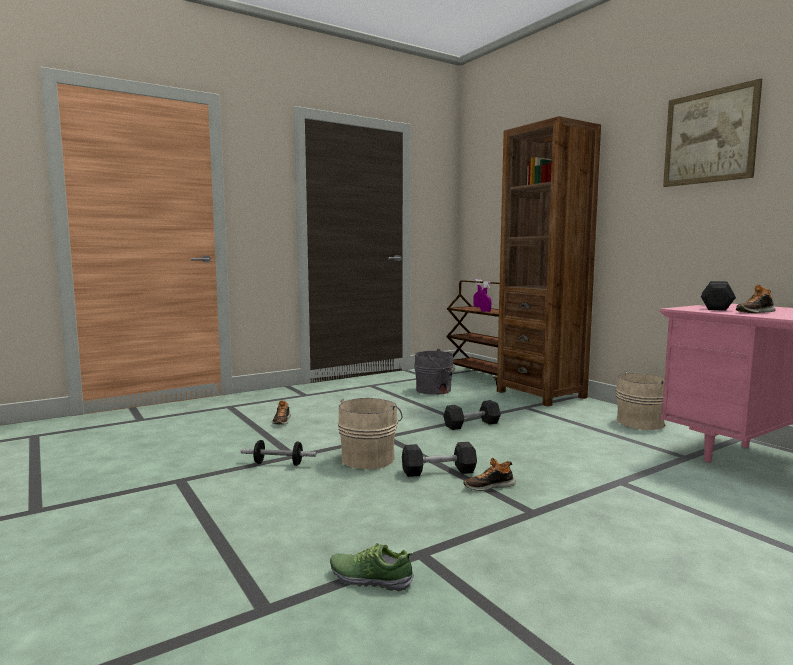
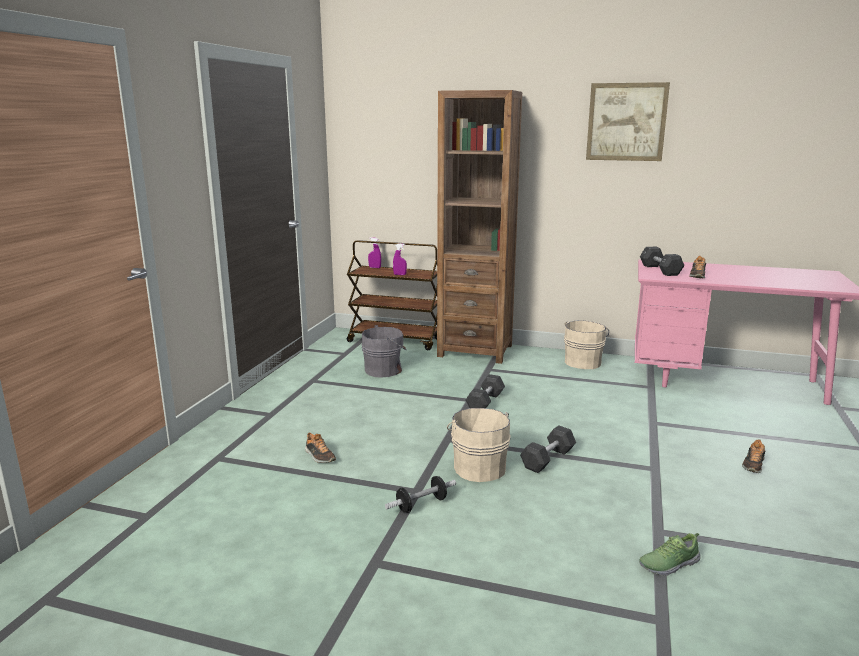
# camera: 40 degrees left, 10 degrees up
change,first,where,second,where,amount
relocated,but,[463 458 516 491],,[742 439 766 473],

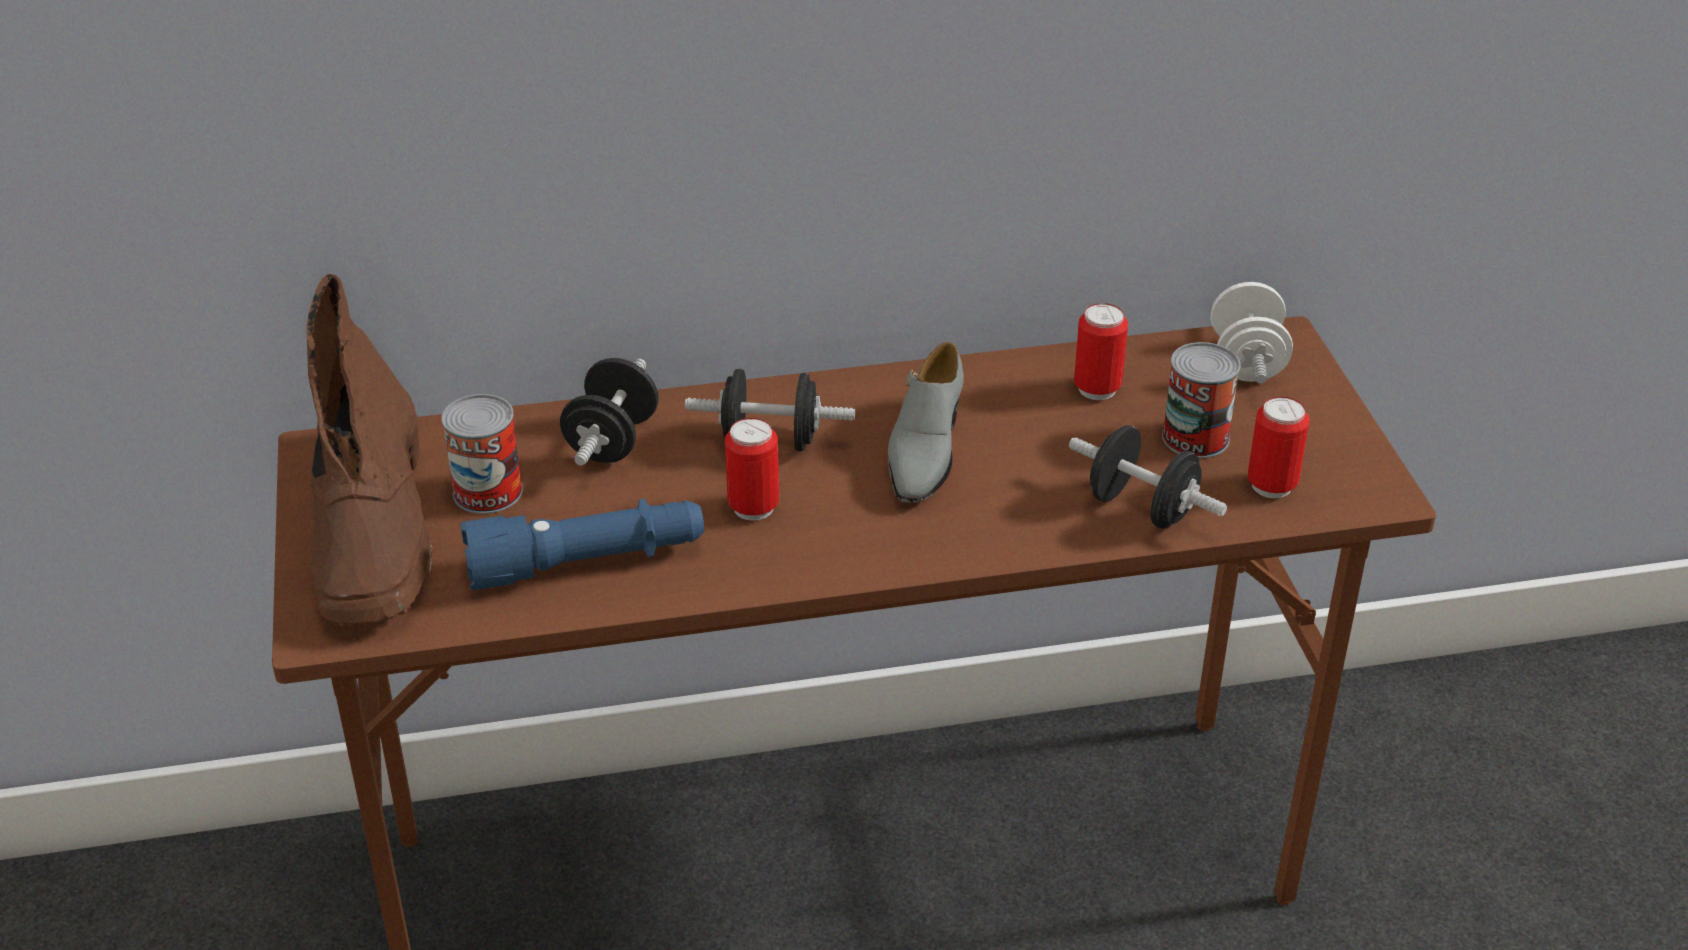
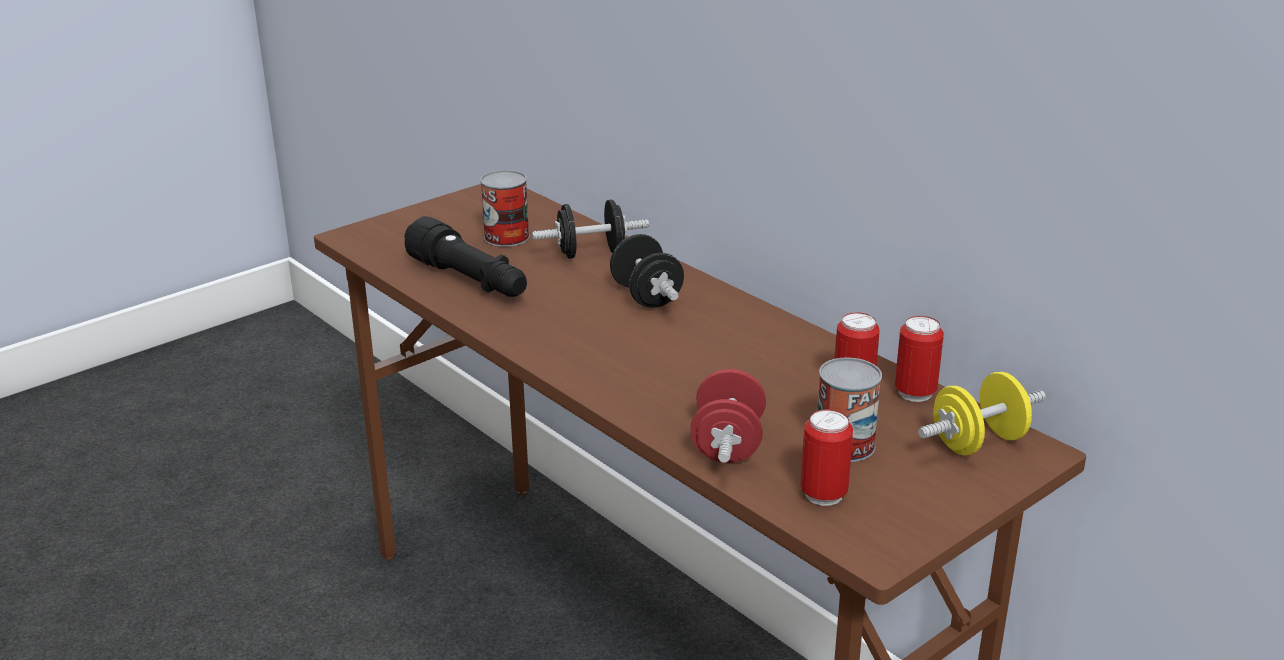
# camera: 60 degrees right, 10 degrees down
change,first,where,second,where,amount
colour,latarka [niebieski],[461 499 704 590],latarka [czarny],[404 216 527 297],
colour,hantel [czarny],[1069 425 1227 529],hantel [czerwony],[690 369 766 463],
relocated,puszka,[725 418 779 521],,[895 316 944 402],
colour,hantel [biały],[1211 282 1293 383],hantel [żółty],[918 372 1045 455],
missing,but z cholewką [brązowy],[307 274 433 628],,,
missing,but [szary],[888 342 964 503],,,

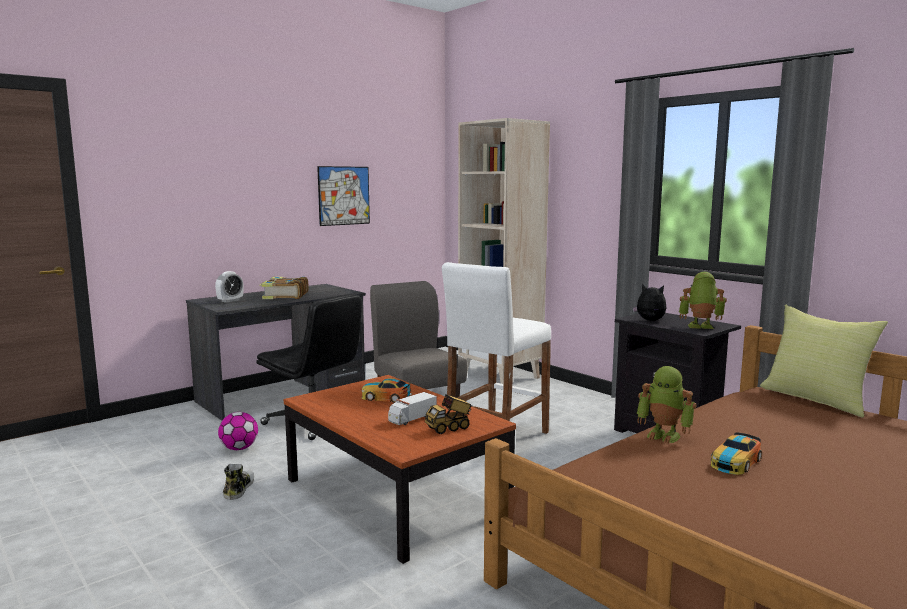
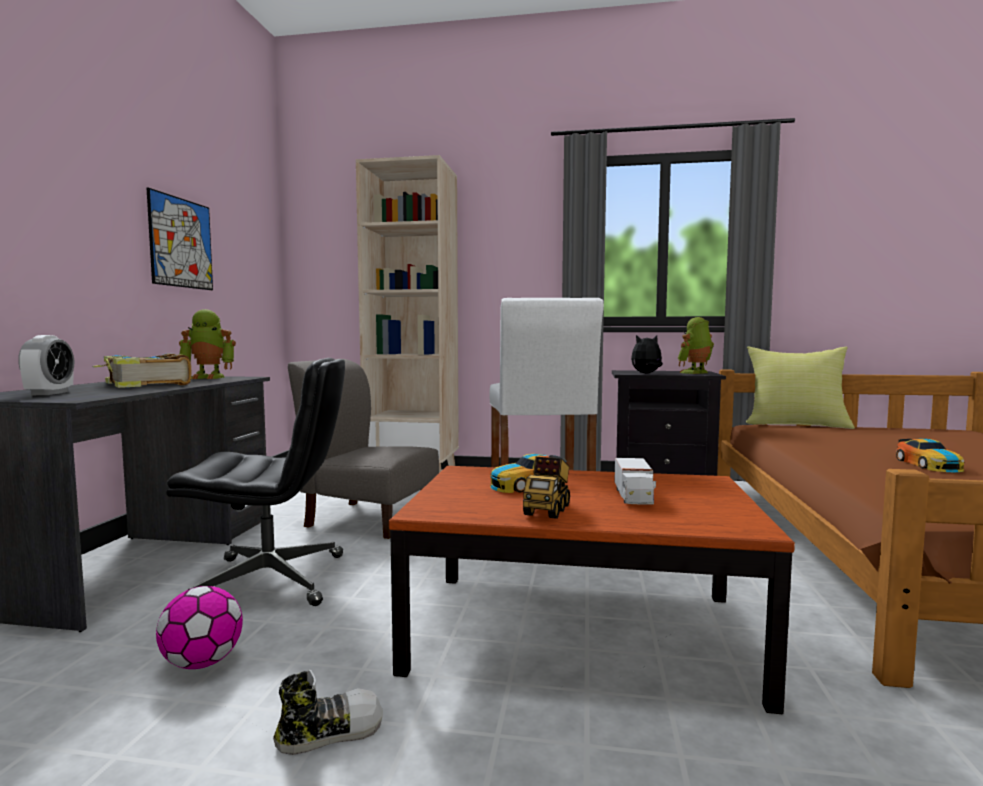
# camera: 40 degrees left, 5 degrees down
change,first,where,second,where,amount
relocated,robot zabawkowy,[637 366 696 444],,[179 309 236 379],
spun,but,[223 464 254 500],,[273 670 383 755],105 degrees clockwise
relocated,ciężarówka zabawkowa,[425 394 473 434],,[523 457 570 519],

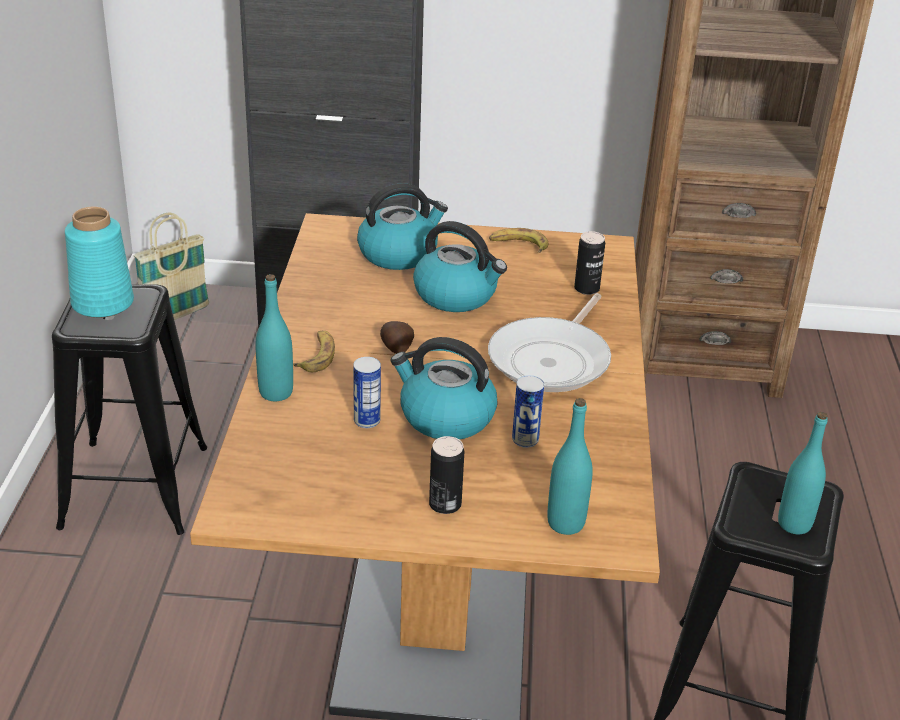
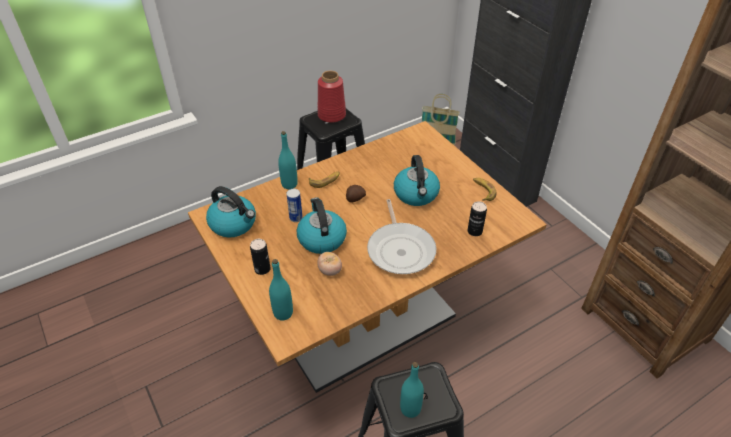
# camera: 55 degrees right, 10 degrees up
change,first,where,second,where,amount
relocated,czajnik,[357 183 448 270],,[206 186 256 237],
exchanged,puszka,[512 375 544 448],pomidor,[317 252 342 276],
colour,wazon [turkusowy],[65 207 134 318],wazon [czerwony],[318 71 346 123],
spun,patelnia,[488 293 611 392],,[367 199 436 274],90 degrees counterclockwise

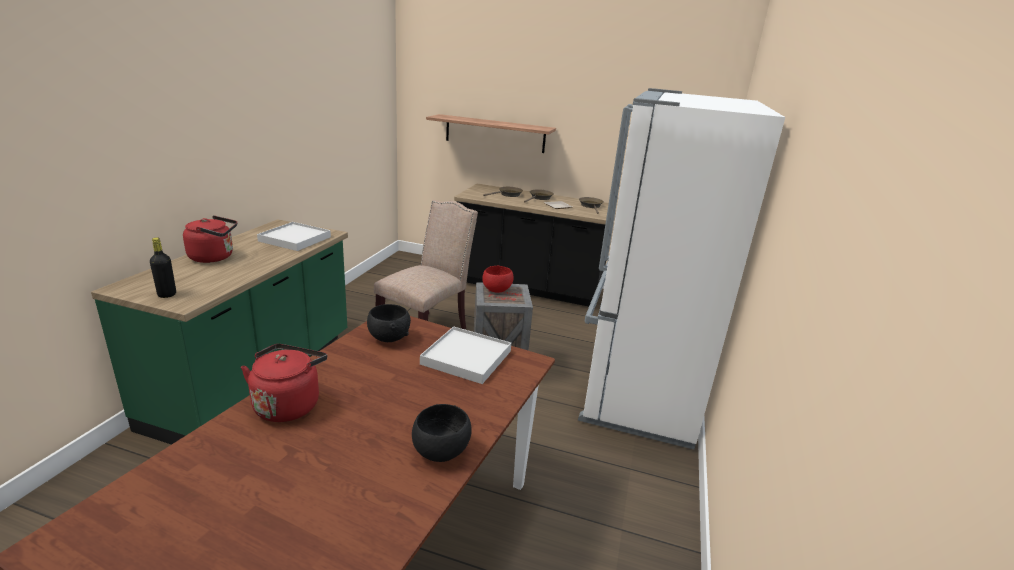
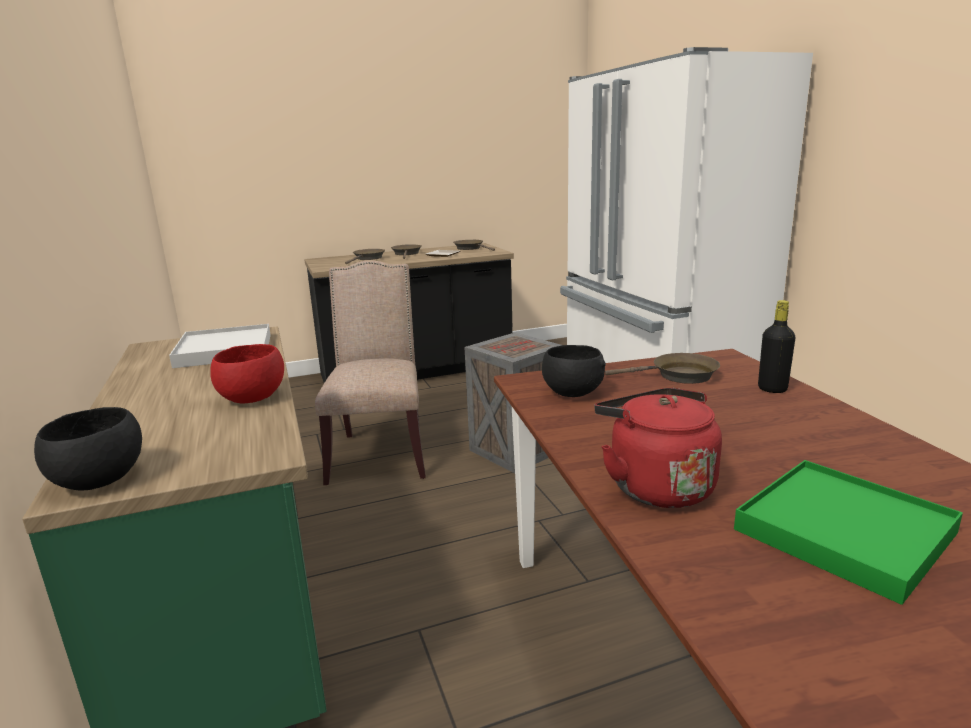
# camera: 35 degrees left, 5 degrees down
change,first,where,second,where,amount
relocated,miska [czarny],[412 404 472 462],,[34 407 142 490],
relocated,miska [czerwony],[482 266 514 293],,[210 344 284 403],
exchanged,taca [biały],[420 326 511 384],patelnia [brązowy],[605 353 720 384],
appeared,,,taca [zielony],[734 460 963 605],
relocated,butelka [czarny],[150 237 176 298],,[758 300 796 393],
missing,czajnik [czerwony],[183 216 237 263],,,
missing,półka,[426 114 556 153],,,

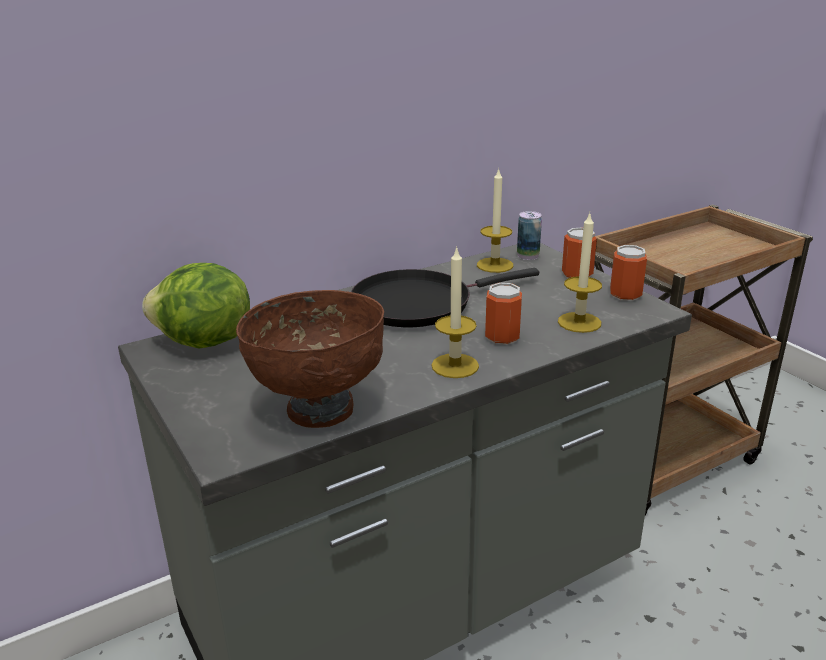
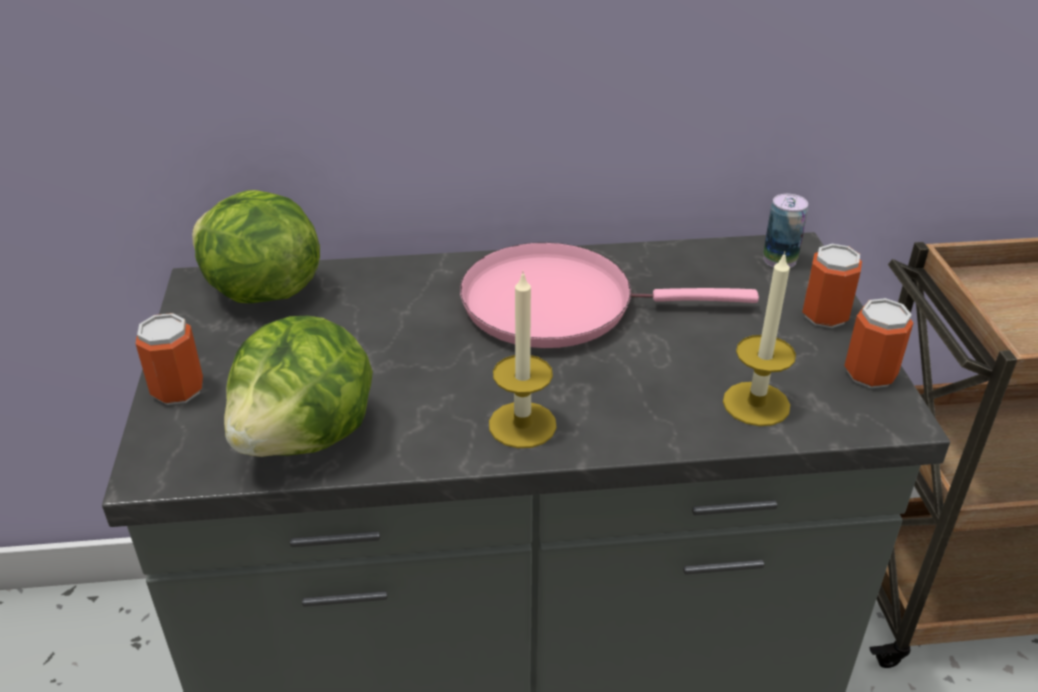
# camera: 25 degrees right, 10 degrees up
change,first,where,second,where,amount
relocated,puszka,[485 283 522 345],,[135 313 203 405],
exchanged,miska [brązowy],[236 290 384 428],sałata,[224 316 373 457],
colour,patelnia [czarny],[351 268 539 327],patelnia [różowy],[460 242 759 348],
missing,świeca,[477 168 513 273],,,

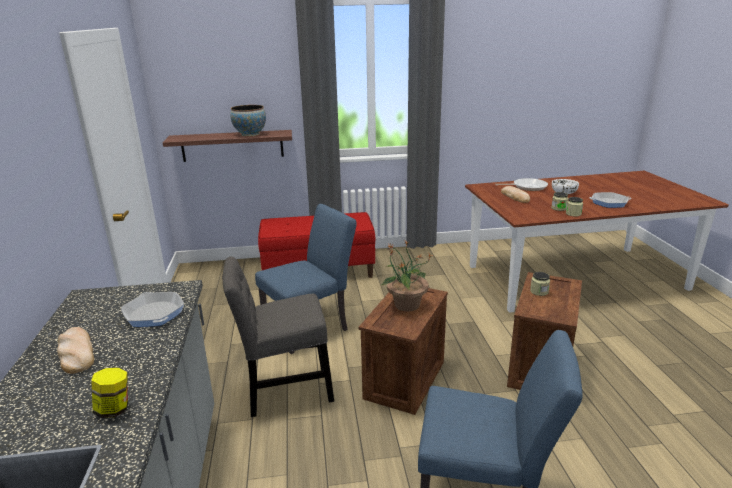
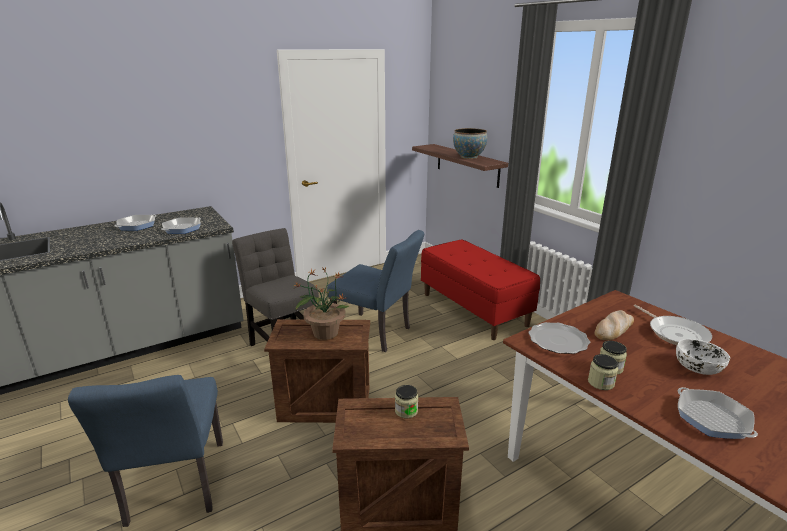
# camera: 65 degrees right, 0 degrees up
change,first,where,second,where,amount
exchanged,chleb,[57 327 94 374],patelnia,[115 215 156 231],
appeared,,,talerz,[528 322 590 354],
missing,słoik,[91 368 128 418],,,

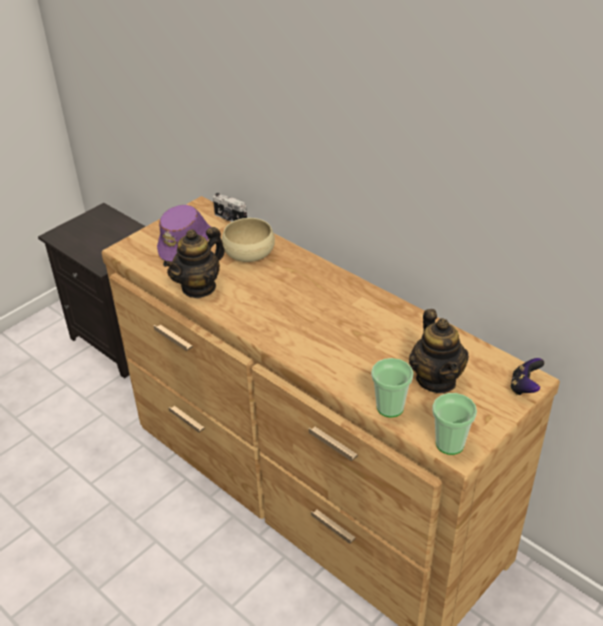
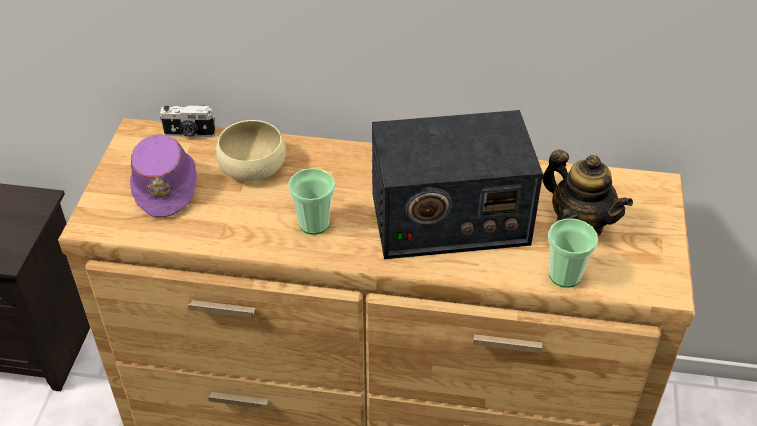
# camera: 35 degrees left, 5 degrees up
change,first,where,second,where,amount
relocated,filiżanka,[432 393 477 455],,[288 168 335 235],
appeared,,,radio,[372 110 543 259],
missing,imbryk,[163 227 225 299],,,
missing,pad do gier,[510 358 544 395],,,

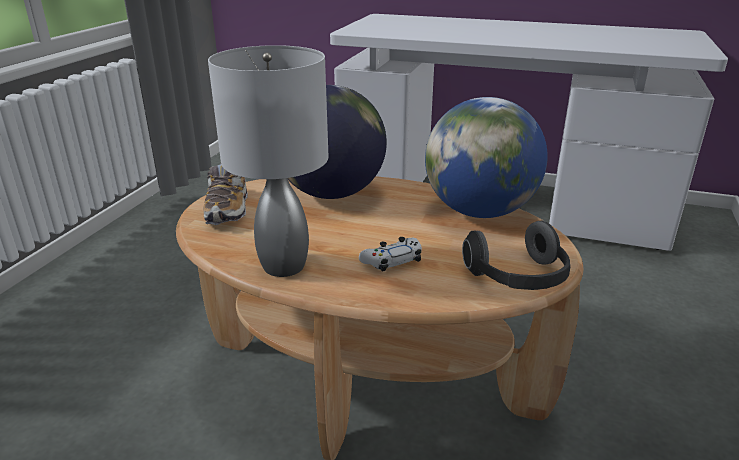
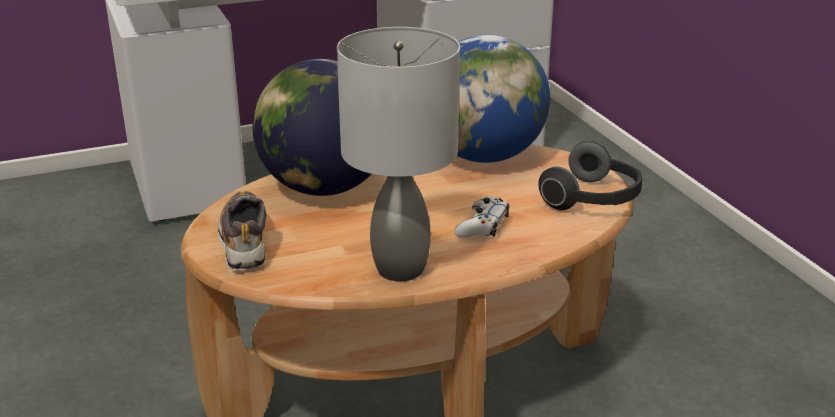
# camera: 40 degrees left, 0 degrees up
change,first,where,second,where,amount
spun,but,[204 164 248 225],,[218 191 266 270],150 degrees counterclockwise

